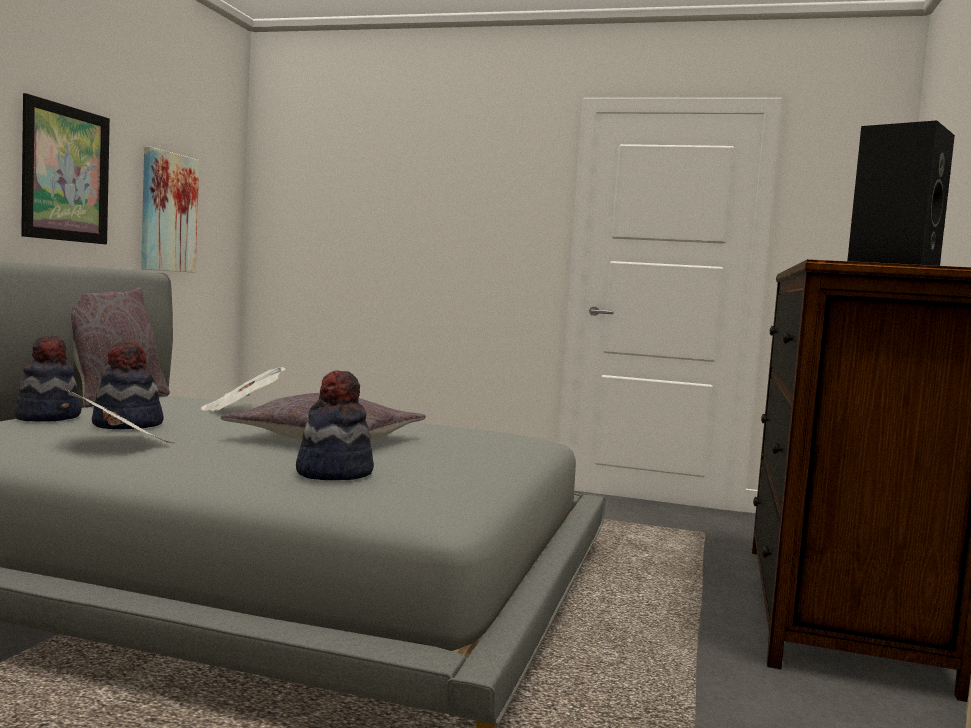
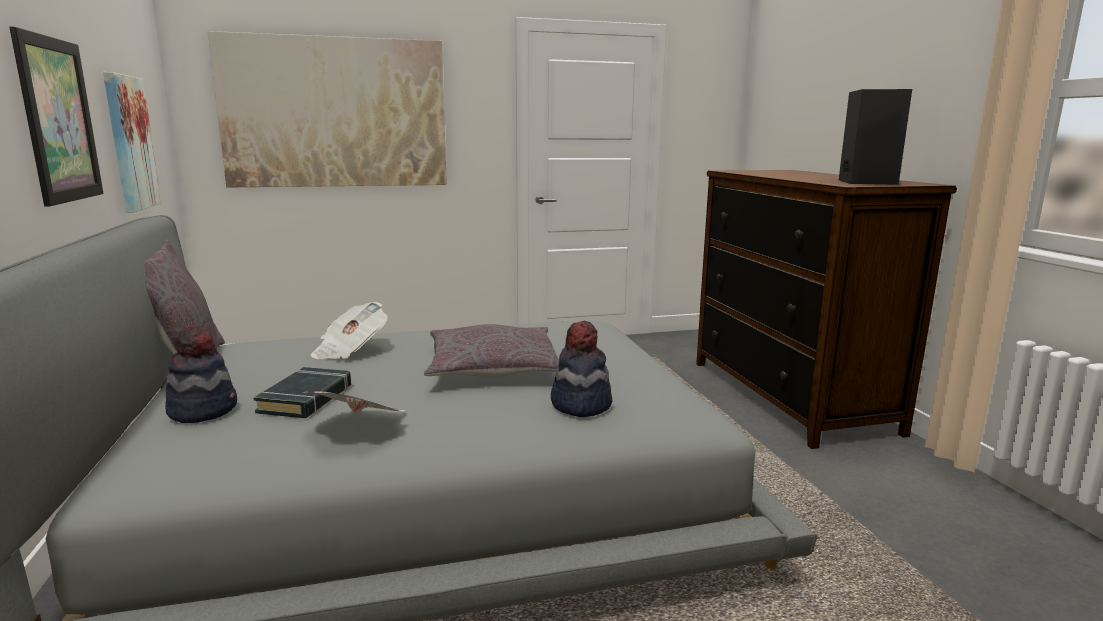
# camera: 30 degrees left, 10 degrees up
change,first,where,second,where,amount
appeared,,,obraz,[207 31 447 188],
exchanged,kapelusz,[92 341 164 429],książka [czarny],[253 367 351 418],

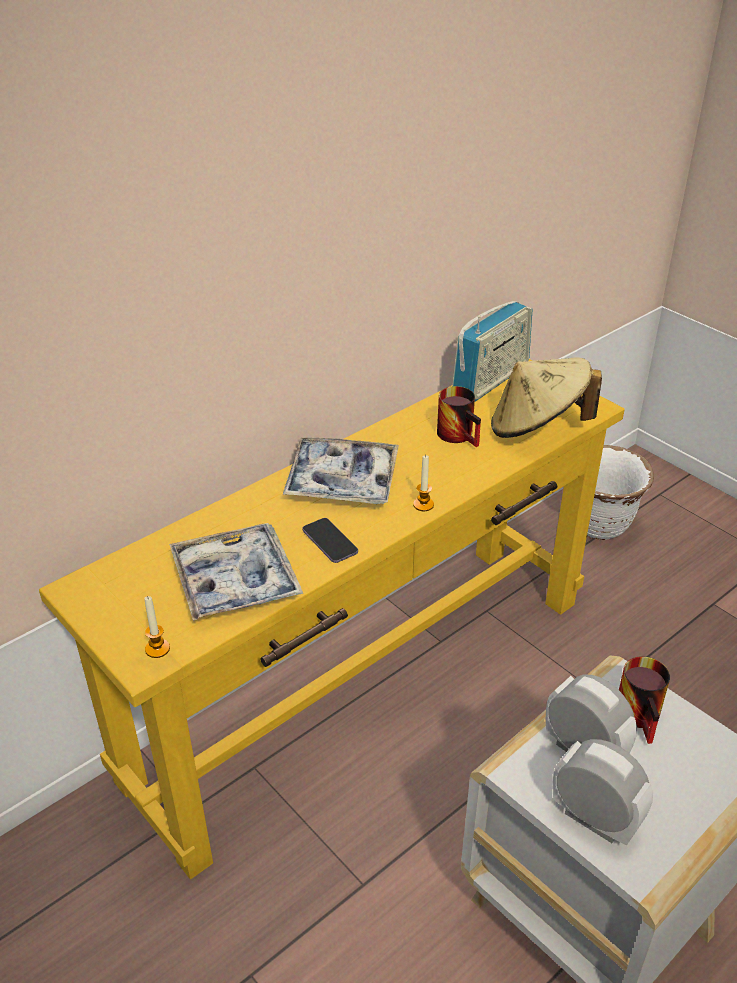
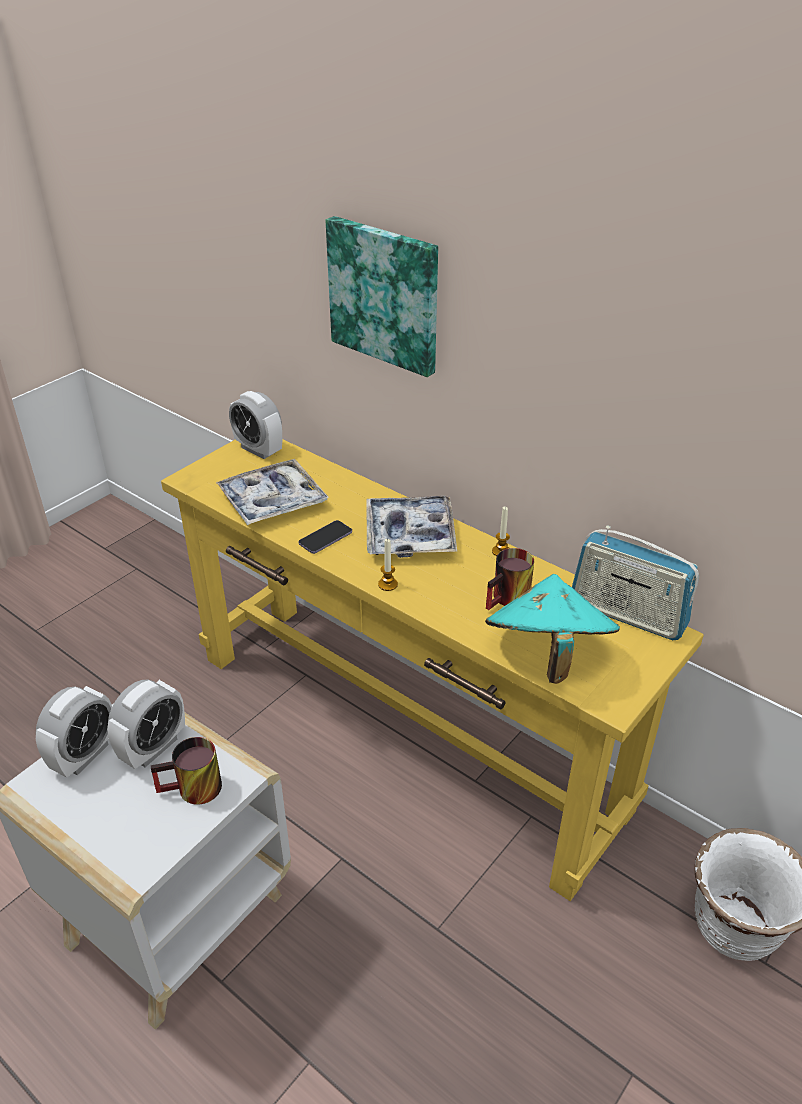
# camera: 80 degrees right, 0 degrees up
change,first,where,second,where,amount
appeared,,,budzik,[229 391 282 459],
appeared,,,obraz,[326 216 438 377],
colour,kapelusz [beżowy],[491 357 602 438],kapelusz [turkusowy],[485 574 620 684],
relocated,świeca,[144 596 170 658],,[492 506 510 556],

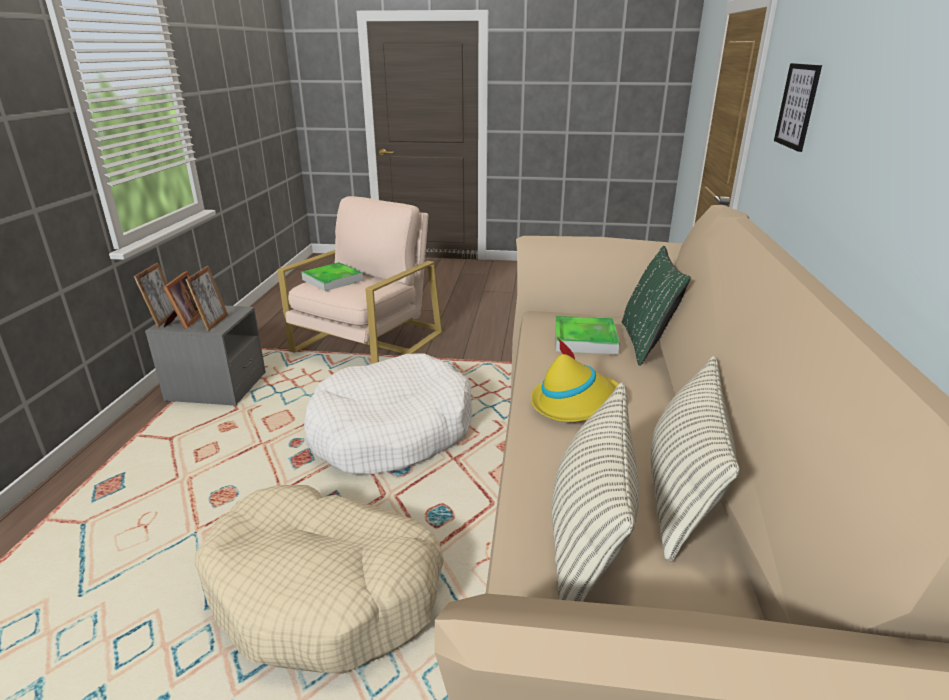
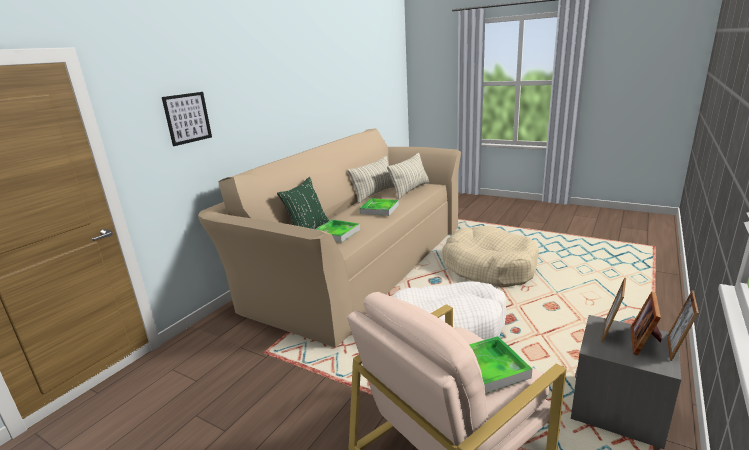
# camera: 155 degrees left, 5 degrees down
change,first,where,second,where,amount
exchanged,kapelusz [żółty],[531 338 619 422],taca,[360 198 399 216],

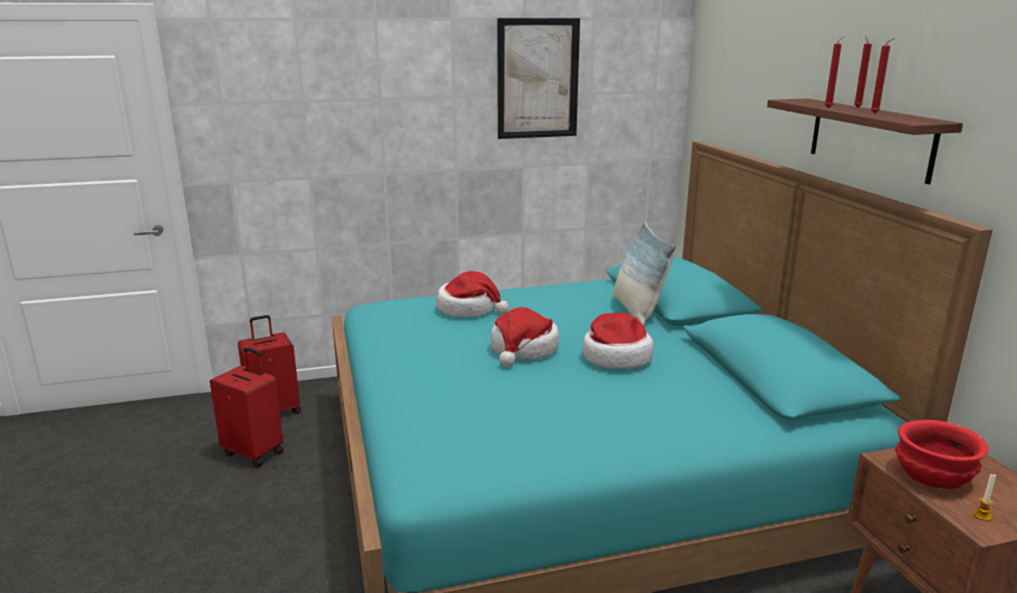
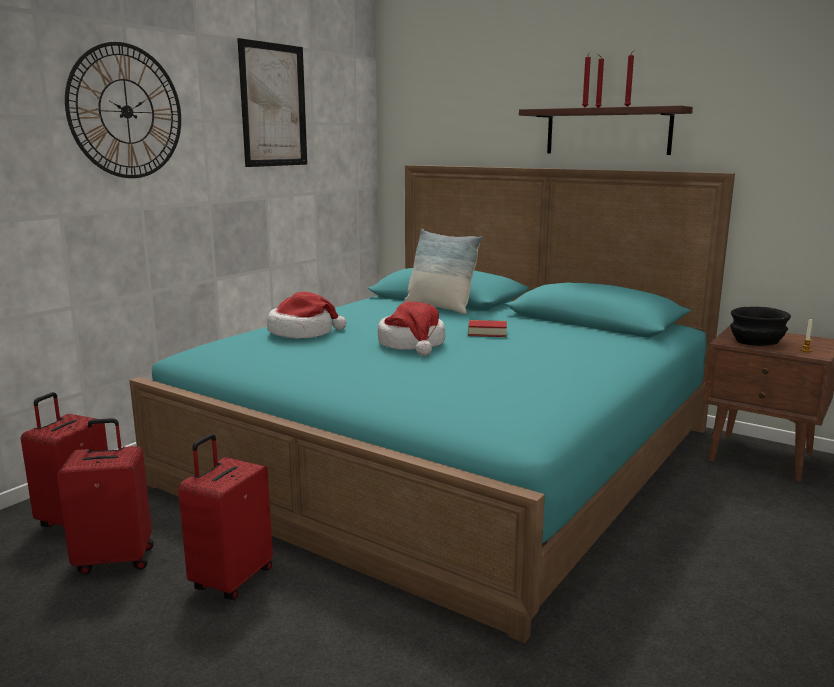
# camera: 40 degrees left, 5 degrees down
change,first,where,second,where,amount
appeared,,,zegar ścienny,[65 42 181 178],
appeared,,,walizka [czerwony],[178 434 273 600],
exchanged,kapelusz,[582 313 654 369],książka,[468 320 507 337],
colour,miska [czerwony],[895 420 989 489],miska [czarny],[730 307 791 346],

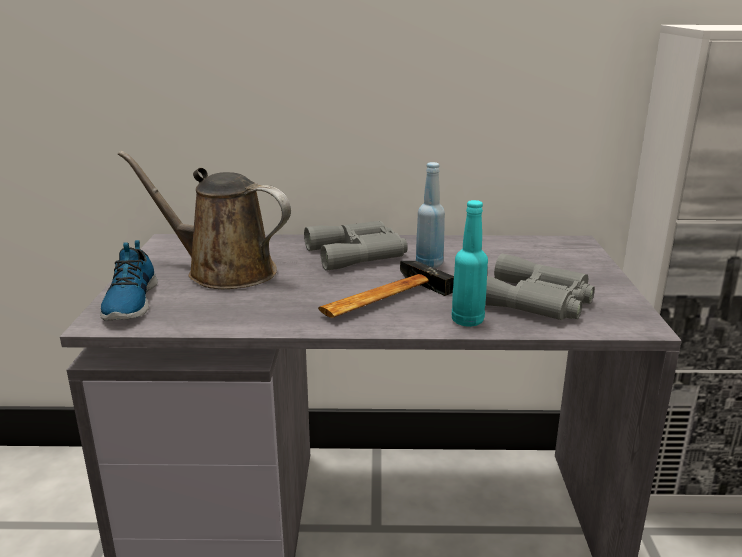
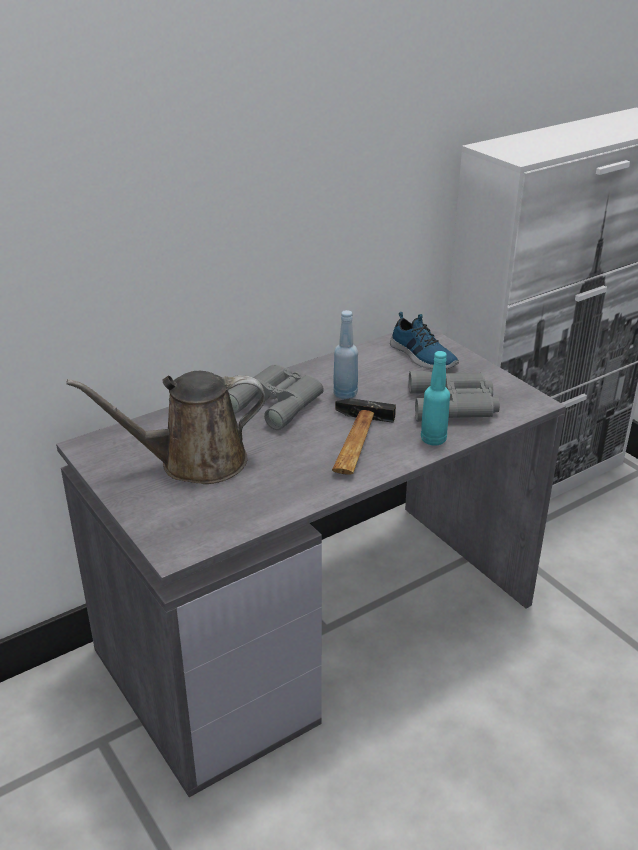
# camera: 35 degrees left, 10 degrees up
change,first,where,second,where,amount
relocated,but,[100 240 158 321],,[390 312 459 369],

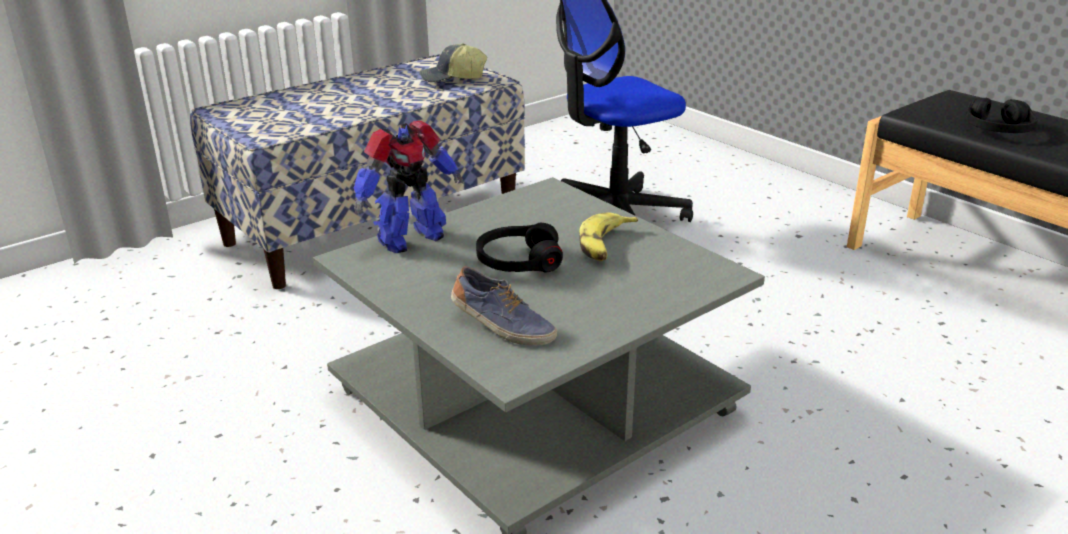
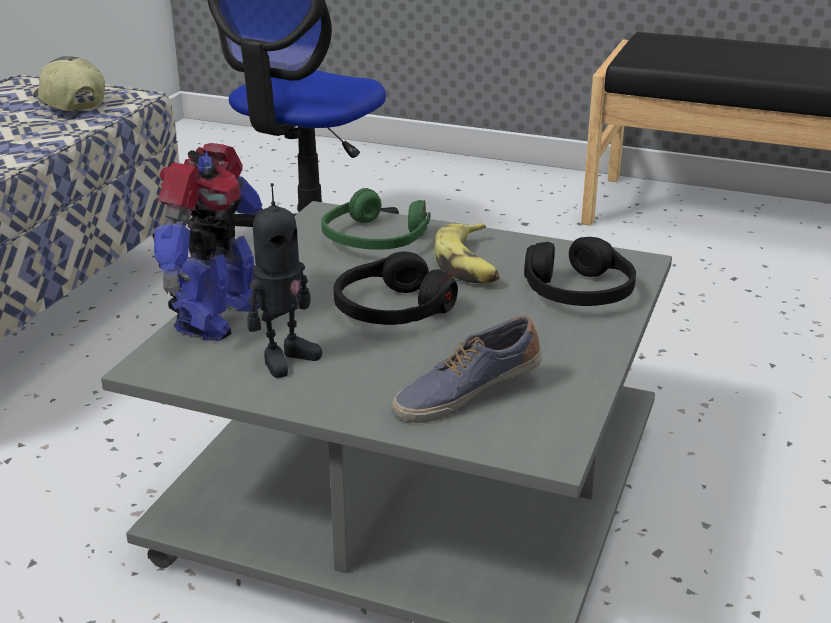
# camera: 30 degrees left, 0 degrees up
change,first,where,second,where,amount
spun,czapka z daszkiem,[420 43 487 82],,[33 56 105 111],90 degrees clockwise
appeared,,,robot zabawkowy,[248 183 322 378],
appeared,,,słuchawki [zielony],[321 188 431 250],
spun,but,[451 267 557 346],,[392 315 542 423],150 degrees clockwise
relocated,słuchawki [czarny],[966 98 1038 133],,[524 237 636 306],

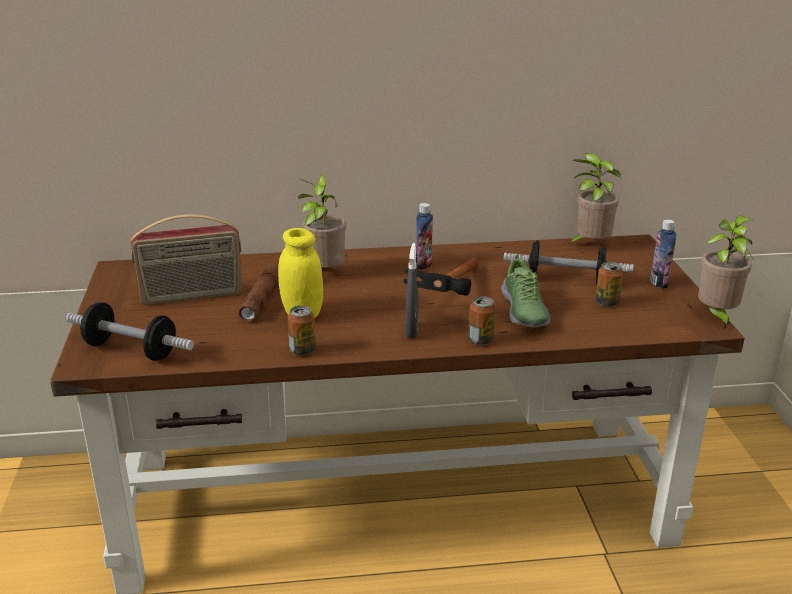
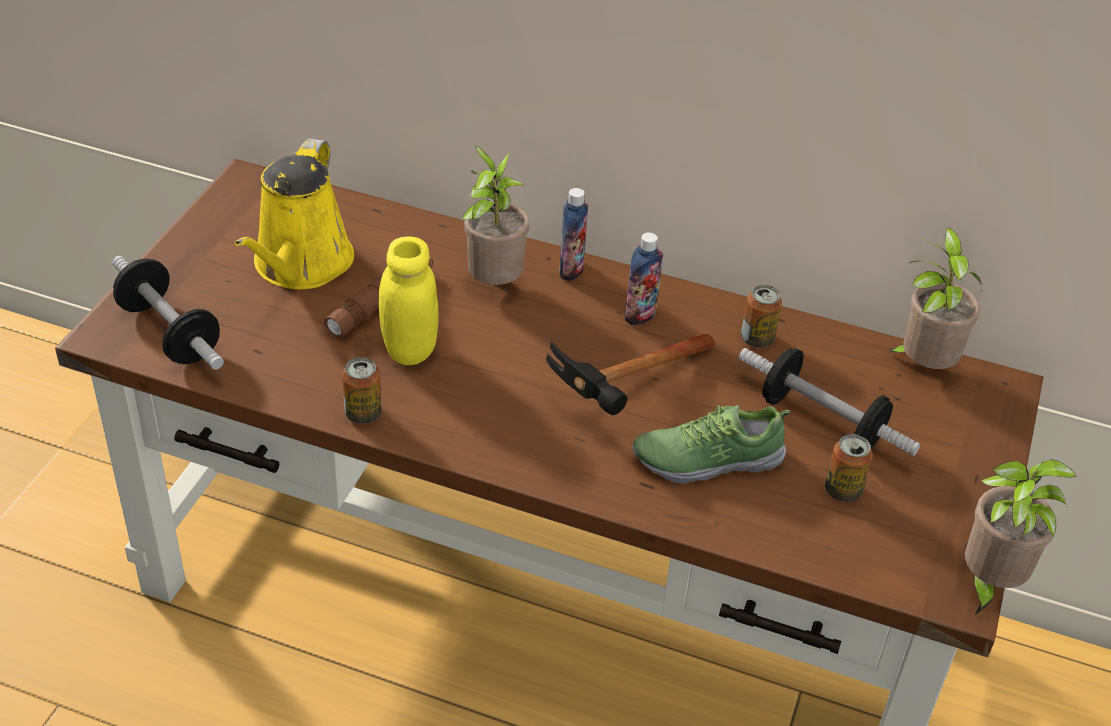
# camera: 25 degrees right, 15 degrees up
change,first,where,second,where,amount
exchanged,radio,[131 214 243 305],konewka [żółty],[235 139 354 289],
relocated,butelka,[650 219 676 288],,[559 188 588 281],
spun,but,[501 255 550 328],,[633 405 791 483],60 degrees clockwise
relocated,puszka,[468 296 496 345],,[741 285 782 348],
missing,spryskiwacz [szary],[405 243 419 339],,,

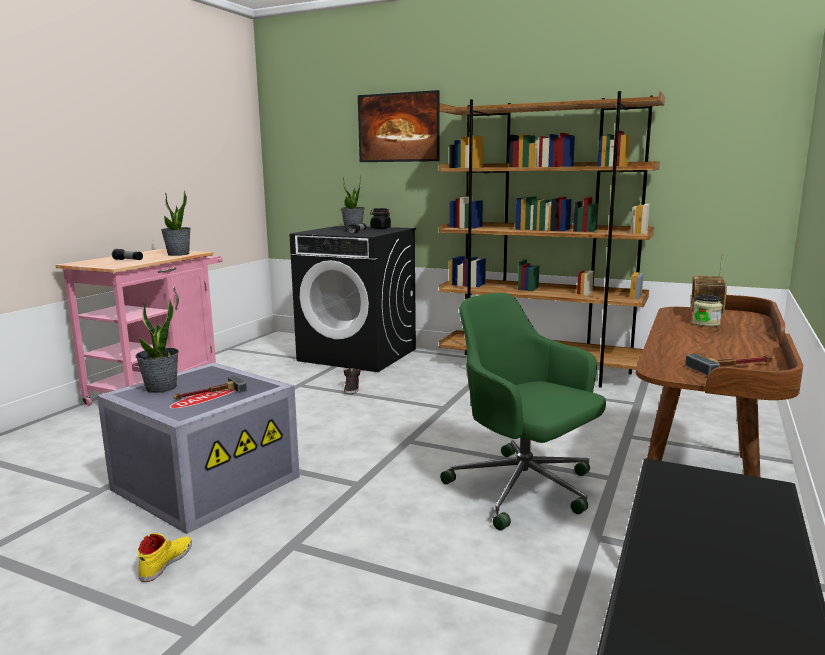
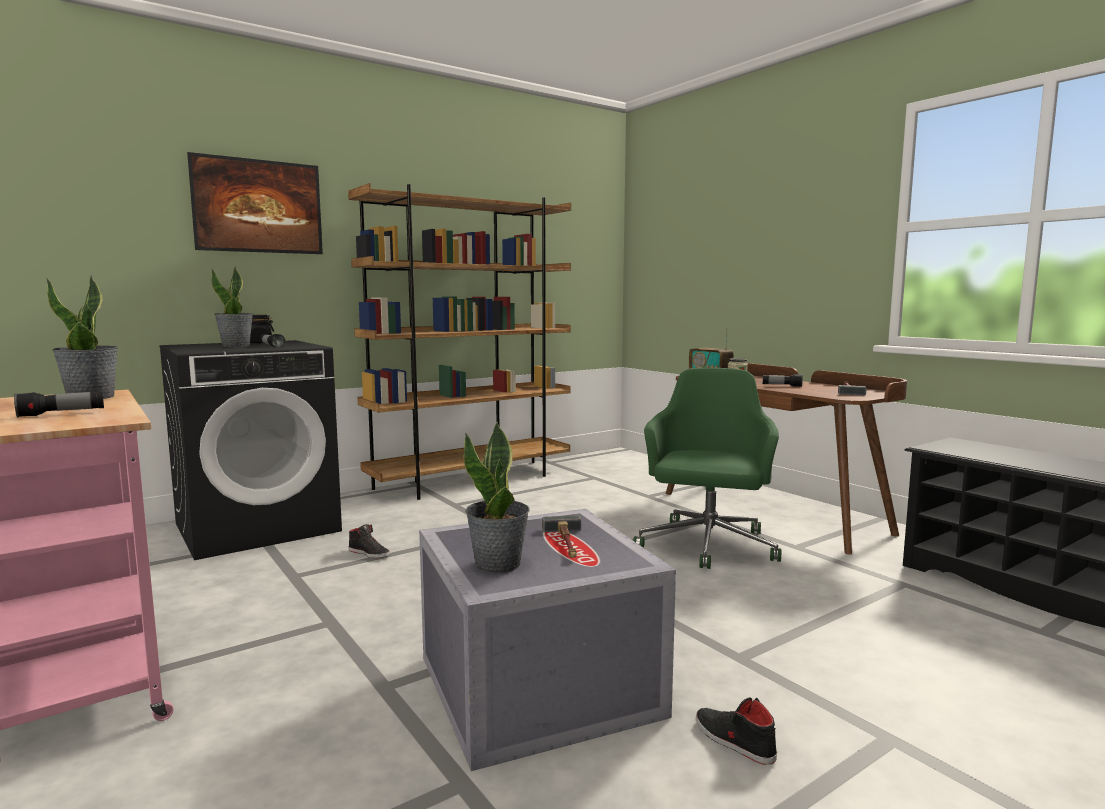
# camera: 60 degrees left, 5 degrees down
change,first,where,second,where,amount
spun,krzesło biurowe [zielony],[440 293 606 531],,[633 368 781 569],120 degrees clockwise
colour,but [żółty],[138 533 192 582],but [czarny],[696 697 777 764],
appeared,,,latarka,[763 374 803 387],

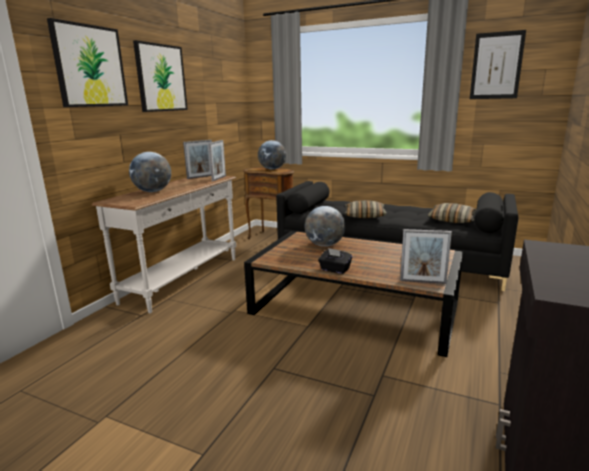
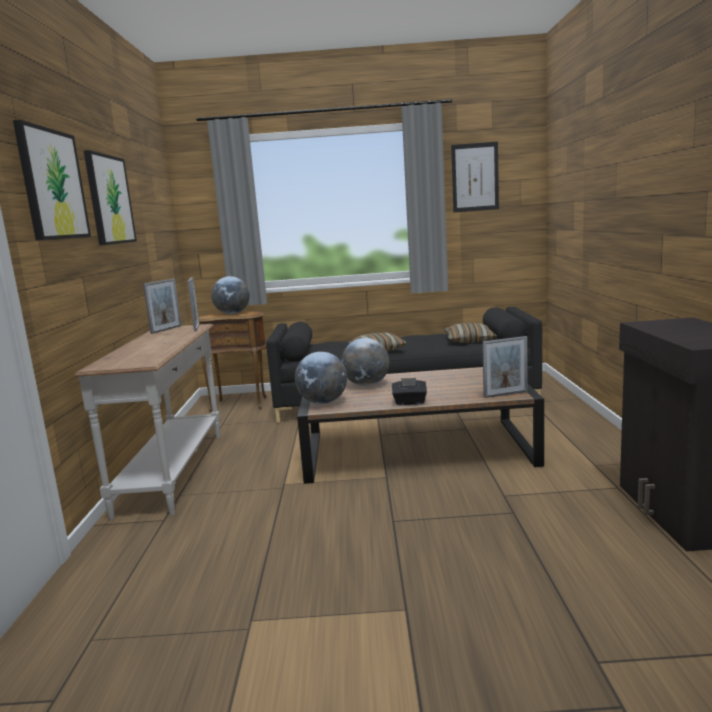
# camera: 25 degrees left, 5 degrees down
change,first,where,second,where,amount
relocated,globus,[129 152 171 192],,[295 352 347 404],

